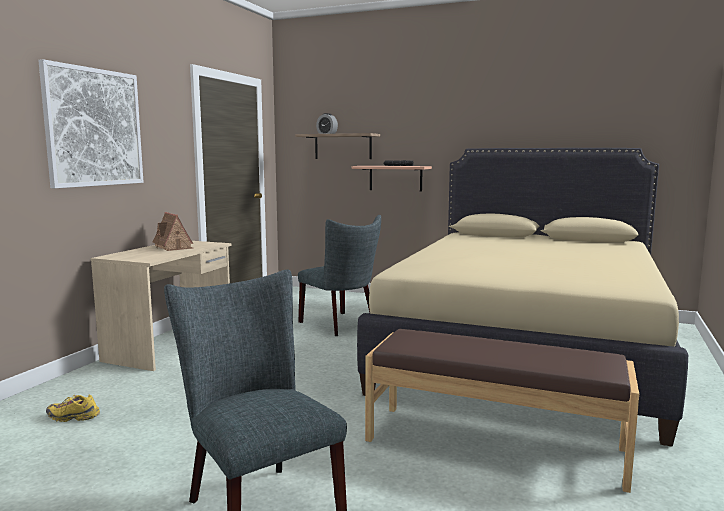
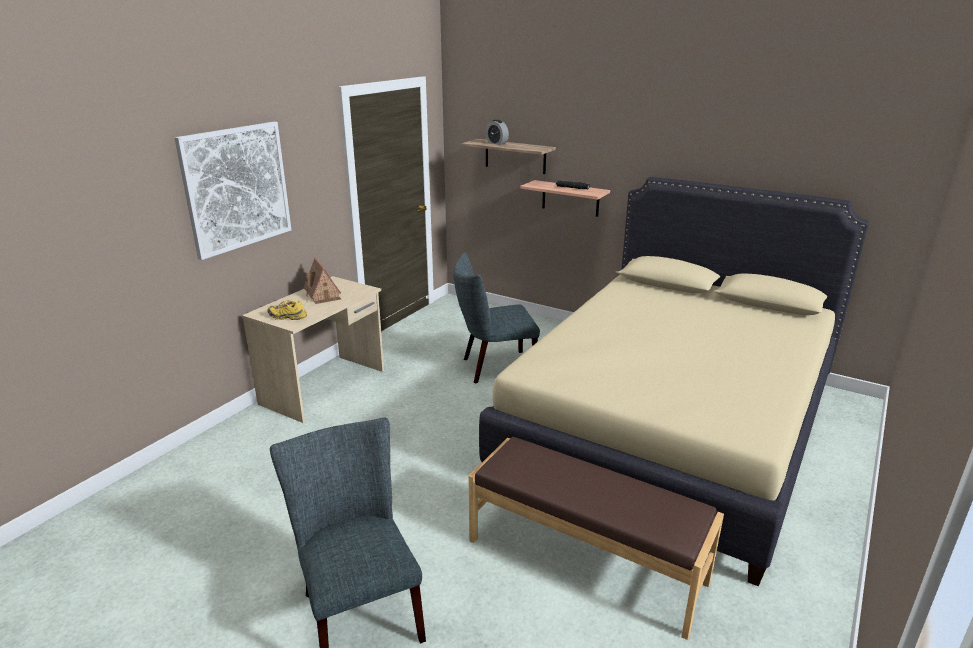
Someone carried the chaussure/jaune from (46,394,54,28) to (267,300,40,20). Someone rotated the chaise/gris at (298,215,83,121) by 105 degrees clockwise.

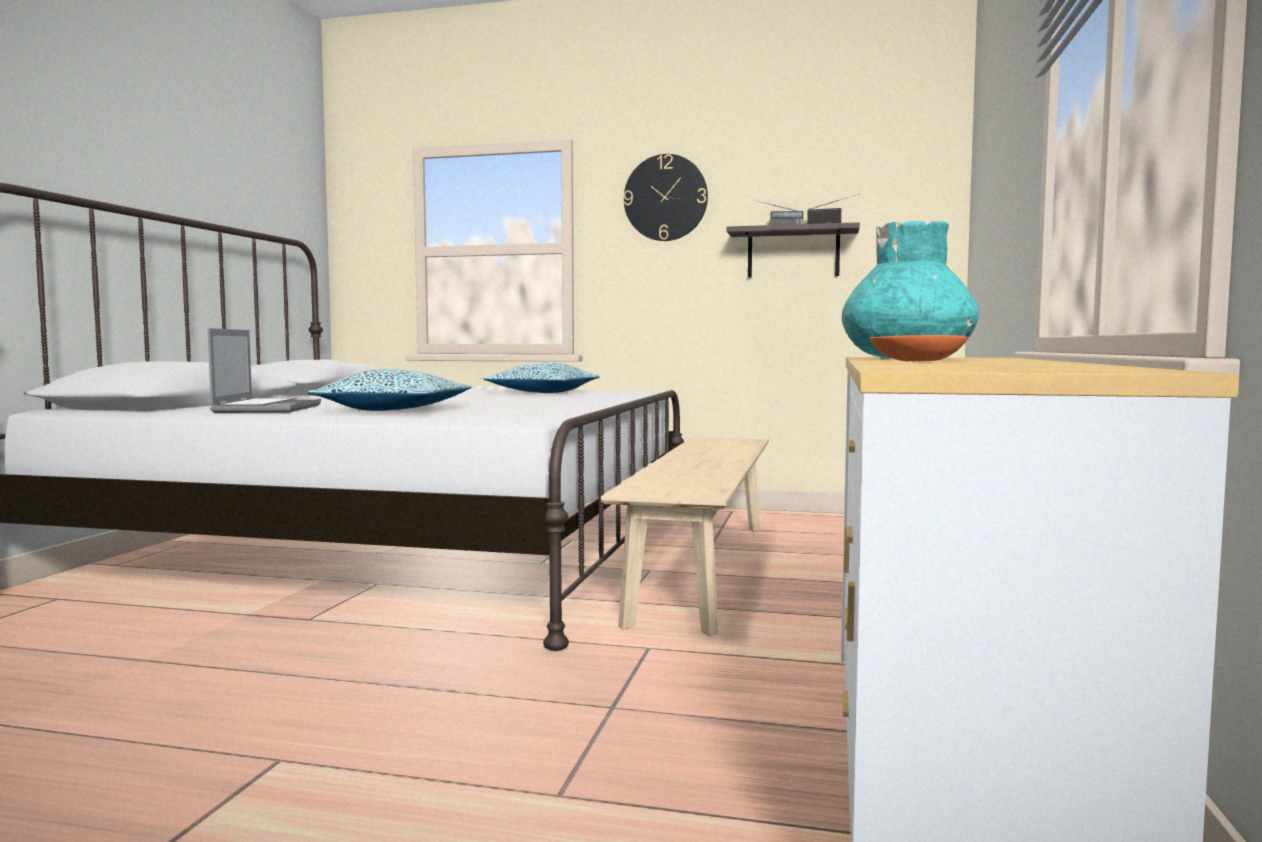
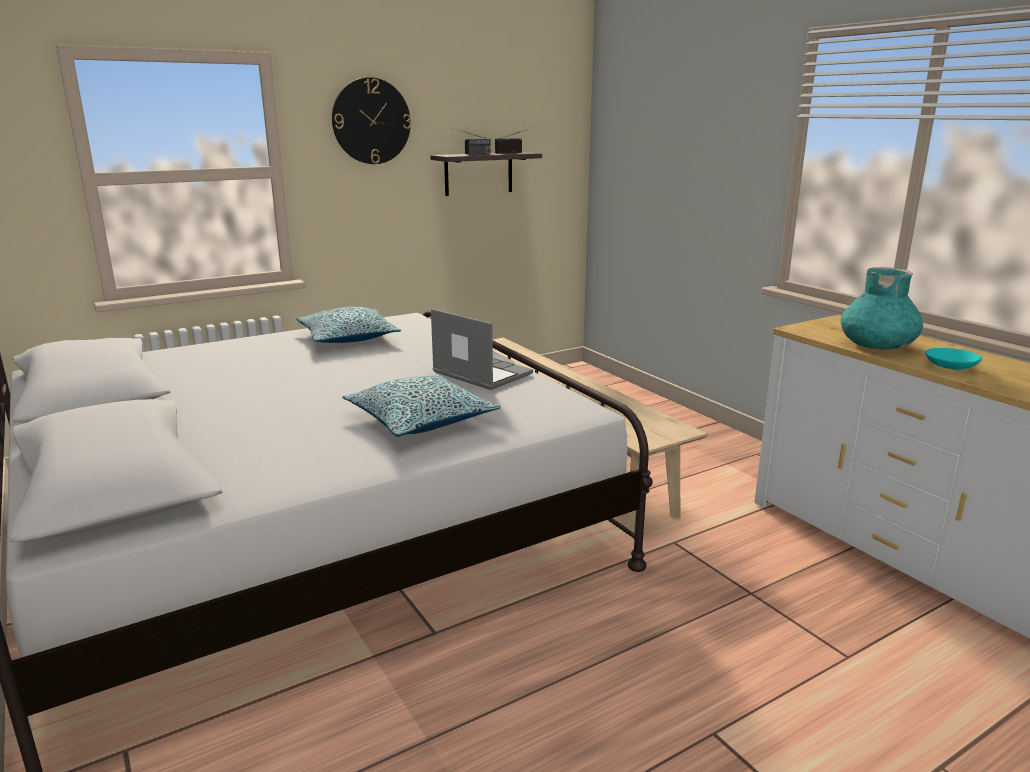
Someone carried the ordinateur portable from (207,328,114,85) to (431,309,102,81). Someone repainted the bol/orange at (870,335,98,26), which became the bol/turquoise at (925,348,57,22).

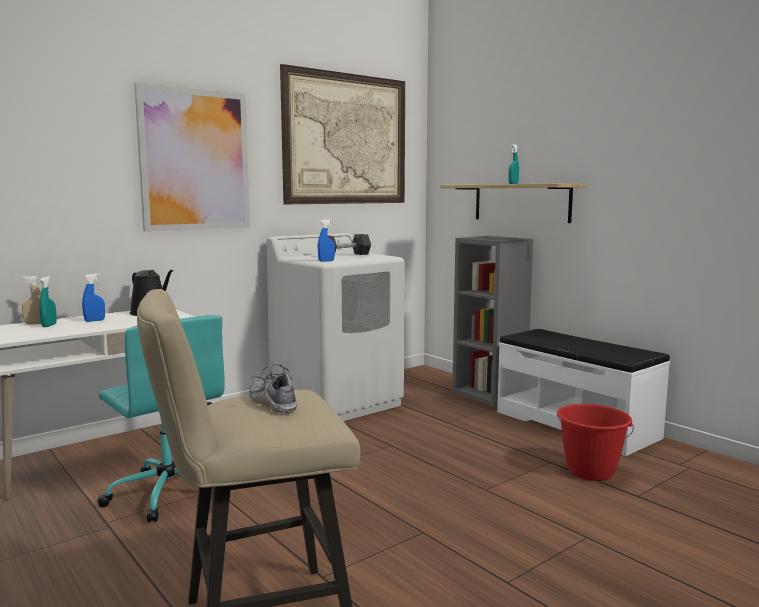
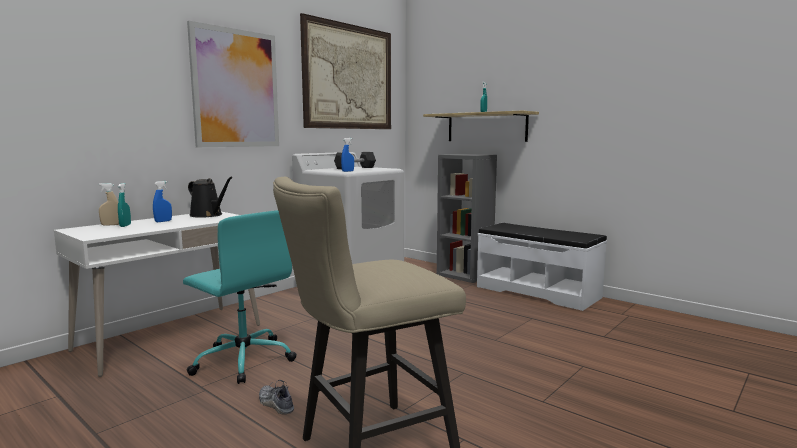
Someone carried the chaussure from (249,364,48,49) to (259,380,35,35). Someone took away the seau/rouge at (557,404,77,77).

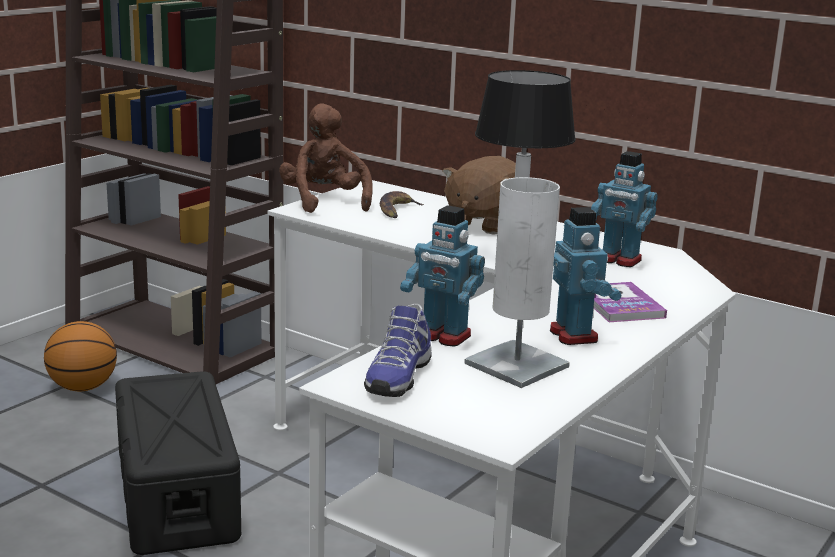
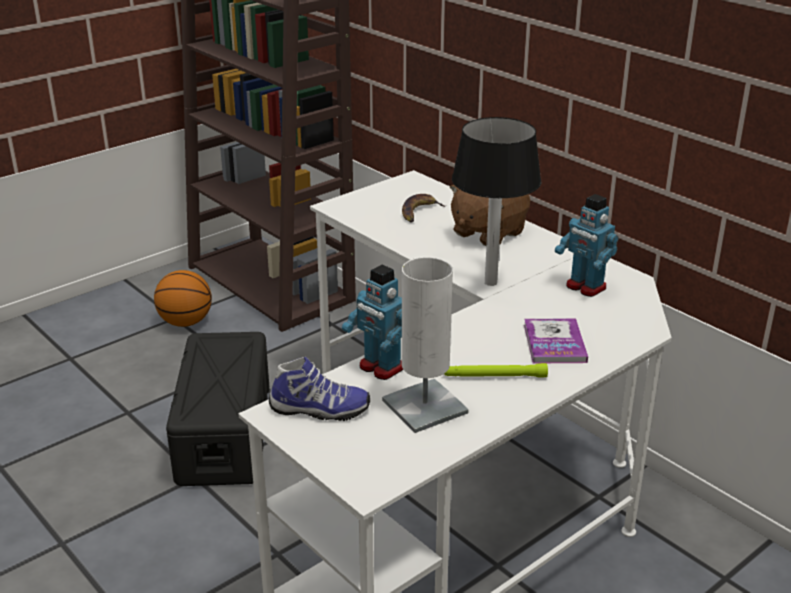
Someone took away the peluche/marron at (279,103,94,110). Someone rotated the chaussure at (364,304,68,93) by 120 degrees counterclockwise. Someone swapped the robot jouet at (550,207,71,138) for the lampe de poche/vert at (444,363,104,14).

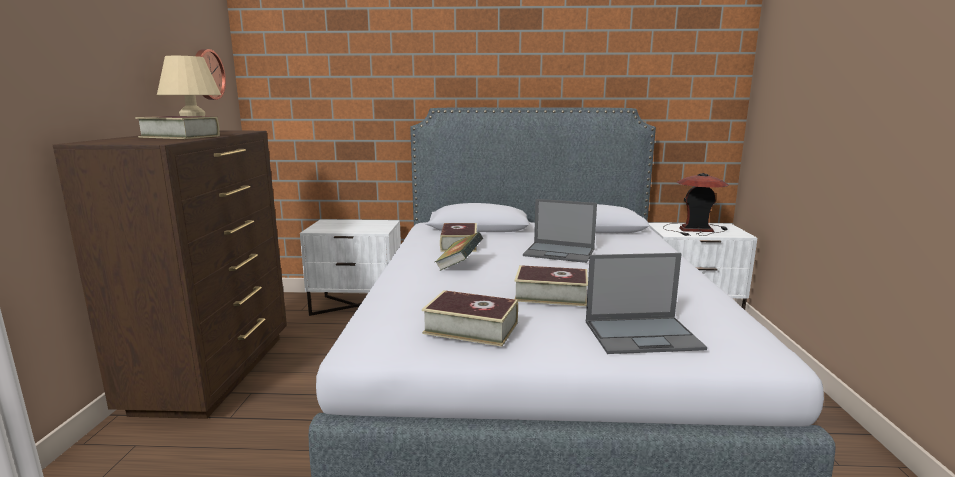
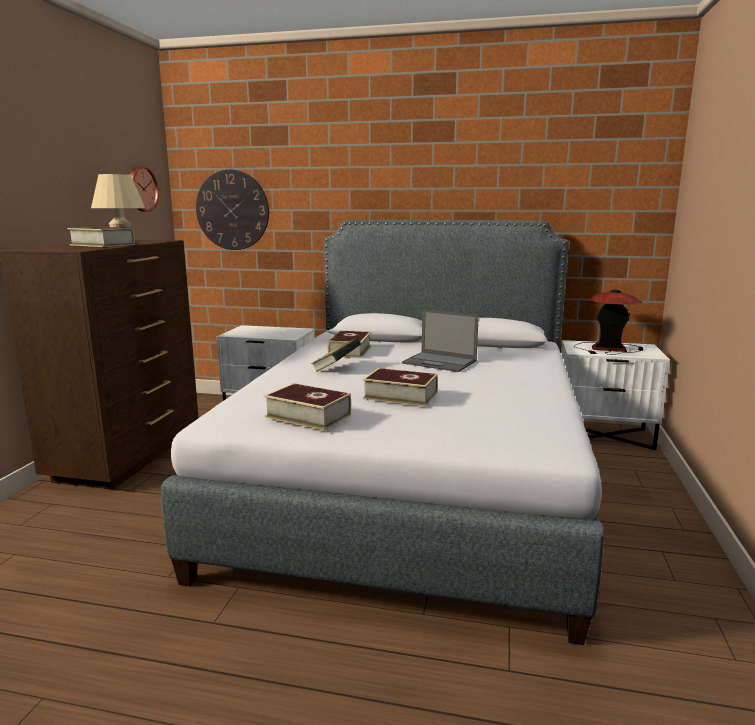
Someone took away the ordinateur portable at (586,253,121,101). Someone put up the horloge murale at (196,170,73,80).

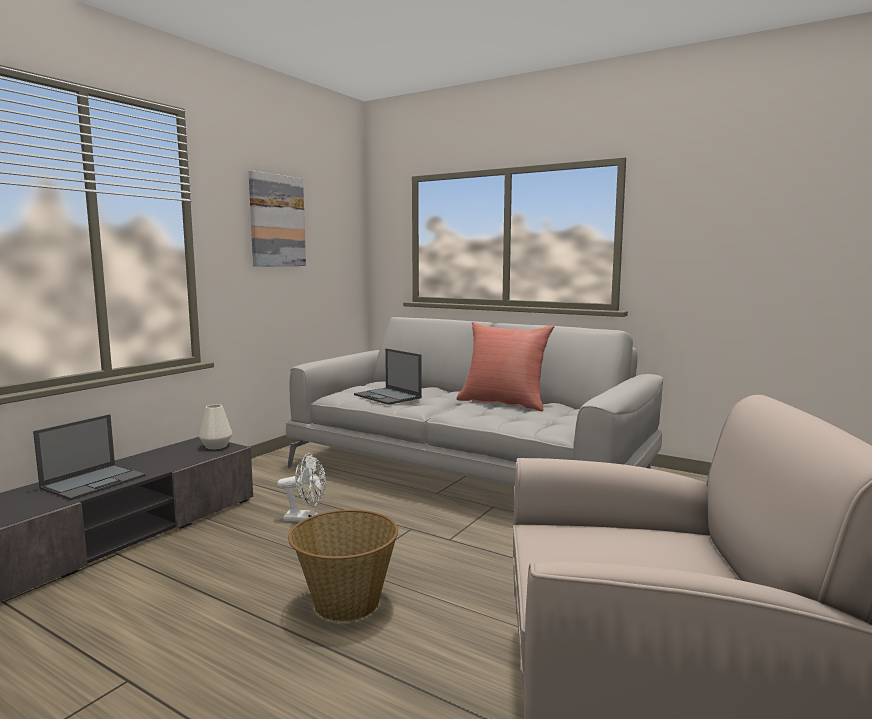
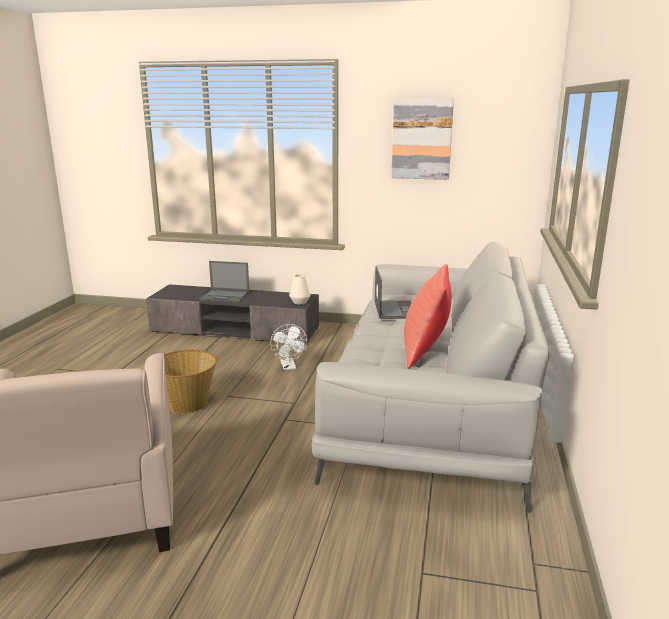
Someone rotated the ordinateur portable at (354,348,68,57) by 150 degrees clockwise.

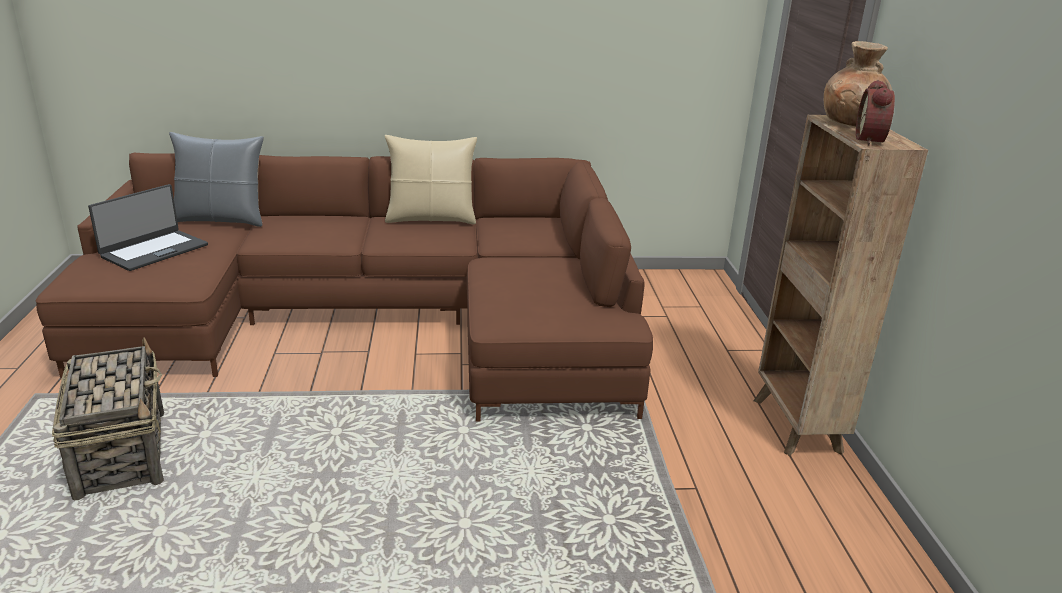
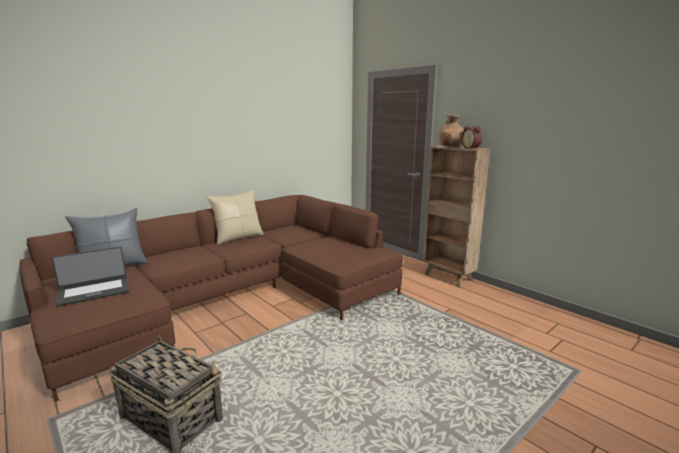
Someone rotated the ordinateur portable at (88,184,120,87) by 60 degrees clockwise.

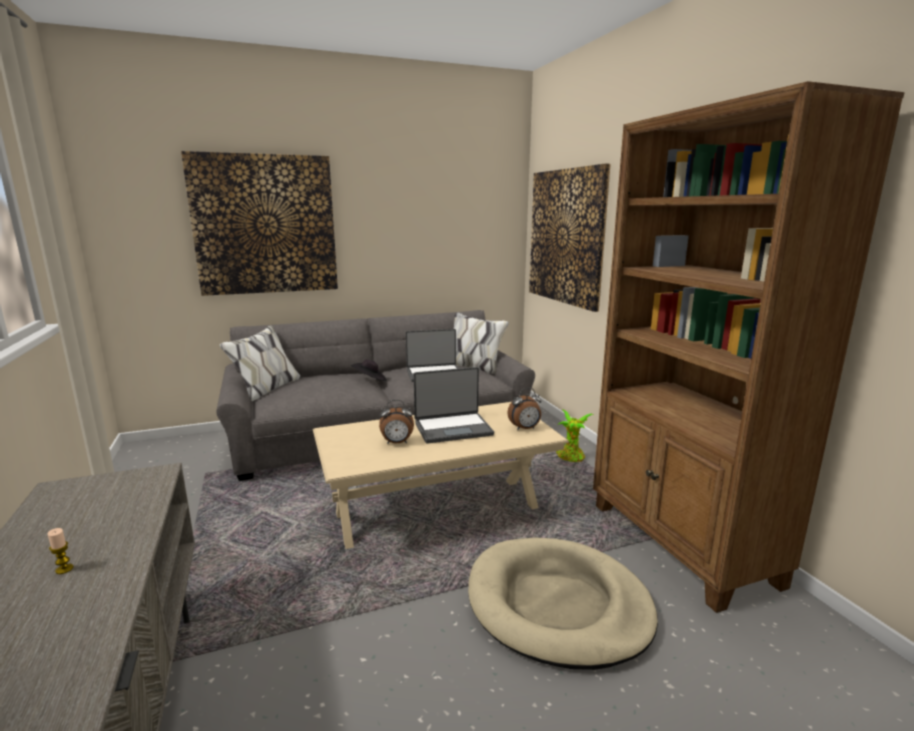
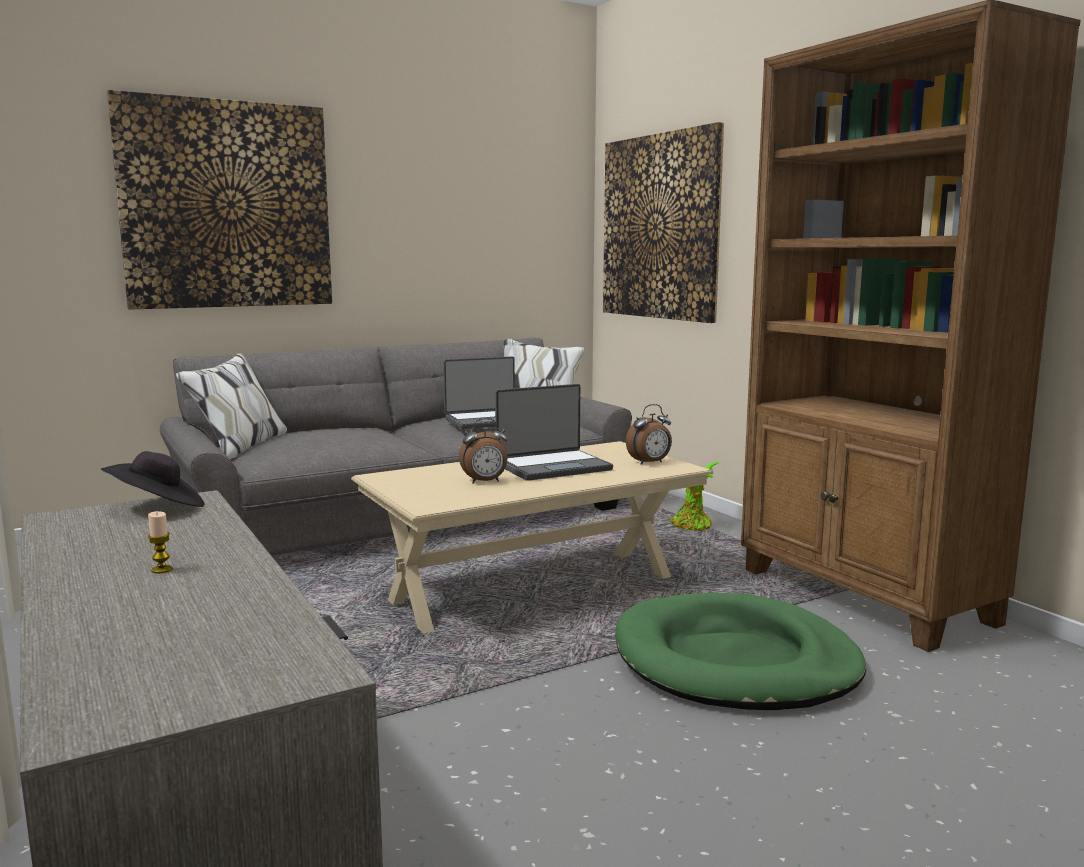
Someone carried the chapeau/noir from (351,360,35,21) to (101,451,103,56). Someone repainted the panier pour chien/beige at (468,538,190,132), which became the panier pour chien/vert at (615,593,251,117).

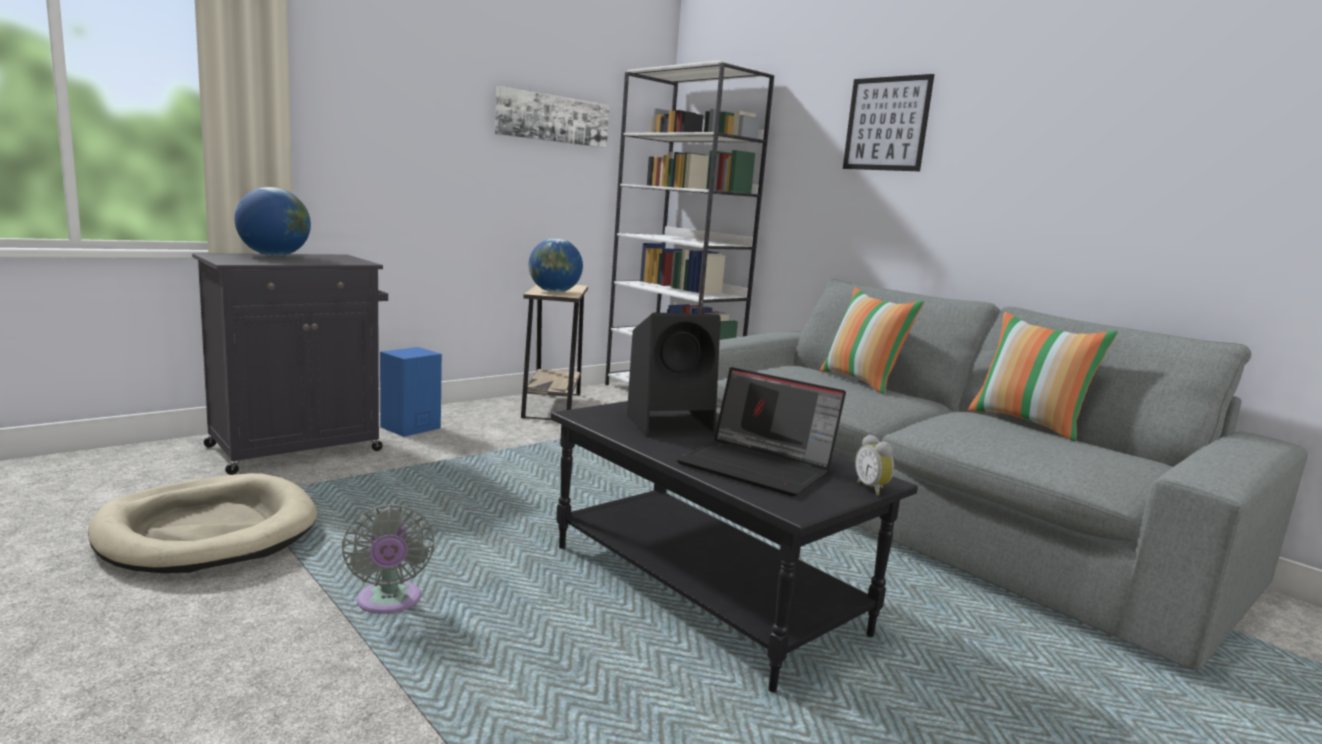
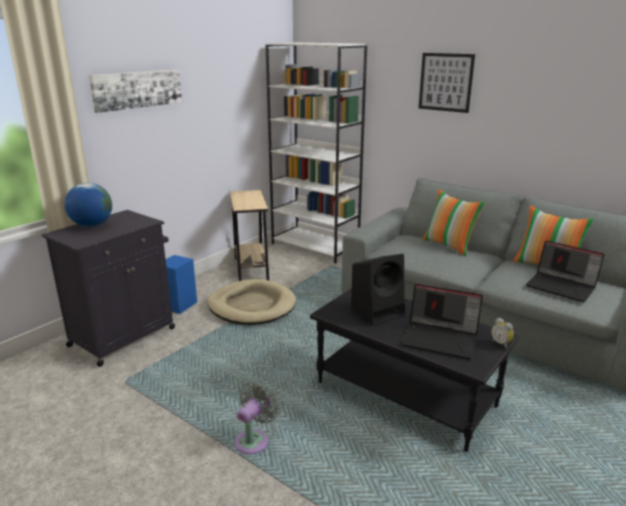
Someone carried the panier pour chien/beige from (88,473,229,100) to (207,279,89,46). Someone rotated the ventilateur/gris at (341,504,94,110) by 120 degrees counterclockwise. Someone carried the tableau from (495,86,114,62) to (89,69,93,44). Someone took away the globe at (529,238,54,55). Someone put down the ordinateur portable at (525,240,80,62).

